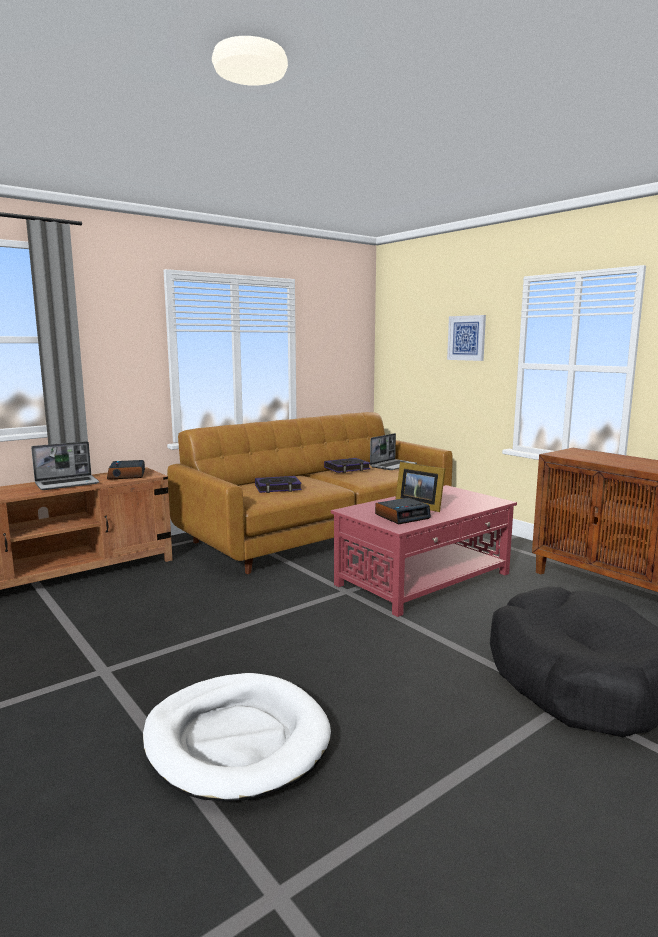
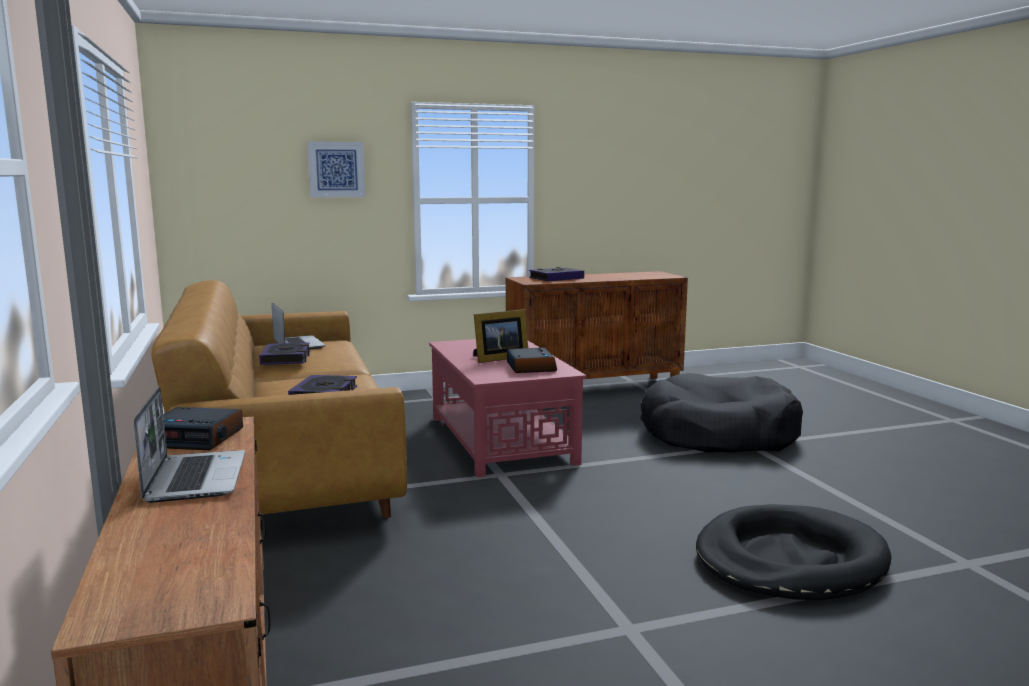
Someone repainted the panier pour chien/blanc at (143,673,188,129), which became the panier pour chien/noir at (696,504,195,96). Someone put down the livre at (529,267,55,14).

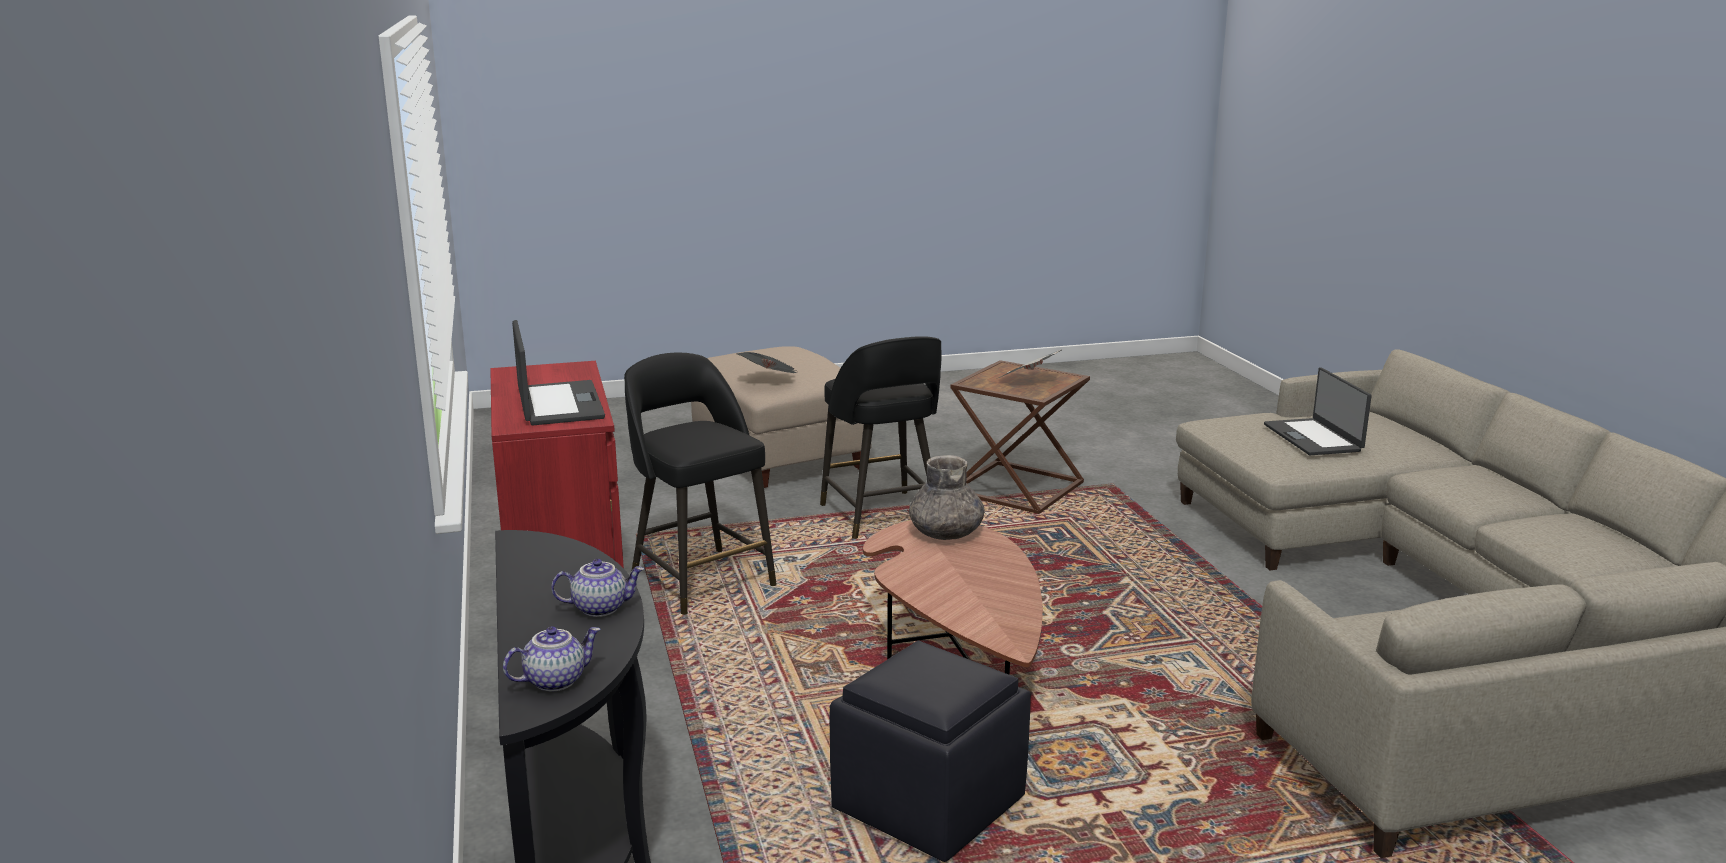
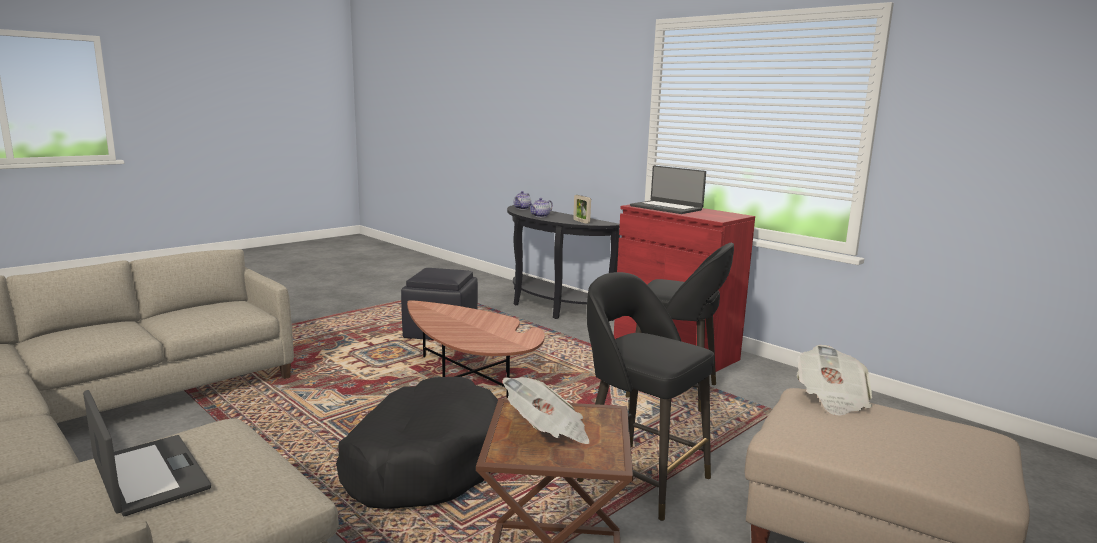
Someone took away the vase/gris at (909,455,76,85). Someone put down the panier pour chien/noir at (336,377,162,132). Someone put down the cadre photo at (573,195,18,29).

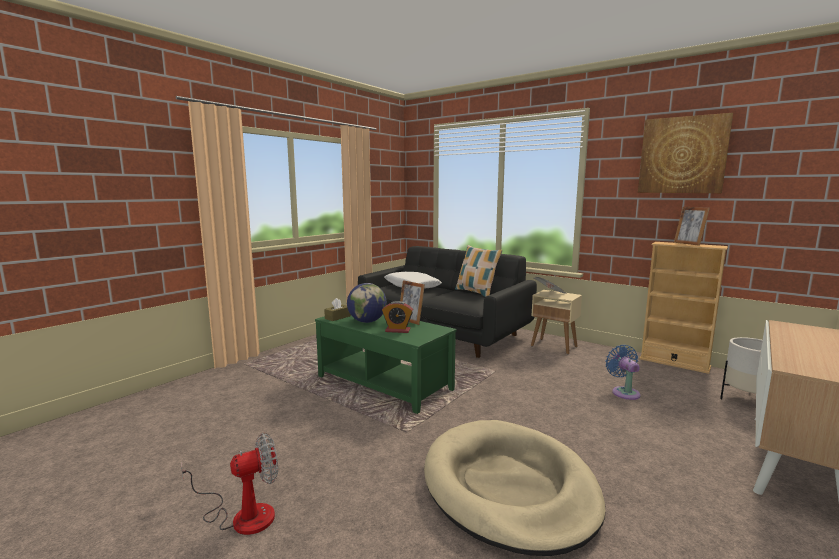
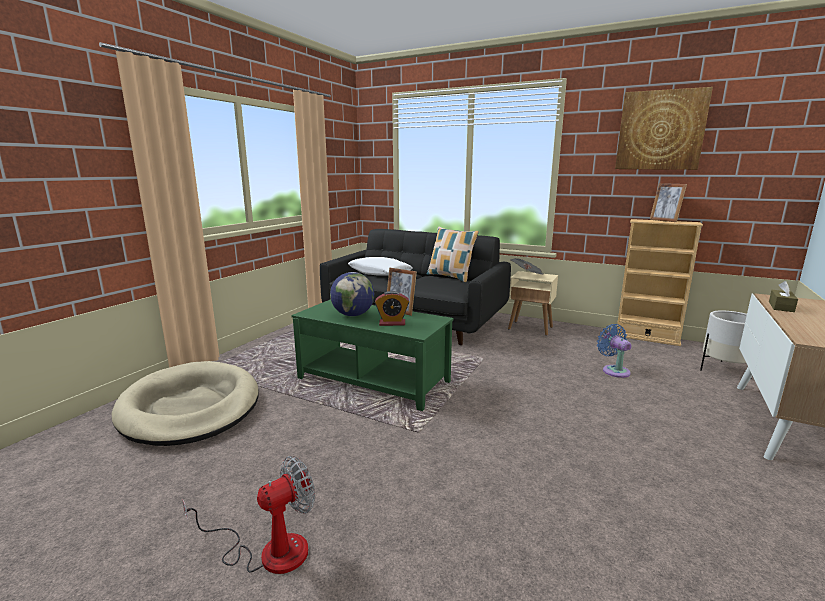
Someone carried the boîte à mouchoirs/marron from (324,298,27,23) to (769,281,29,31). Someone carried the panier pour chien/beige from (424,420,181,136) to (112,361,147,85).

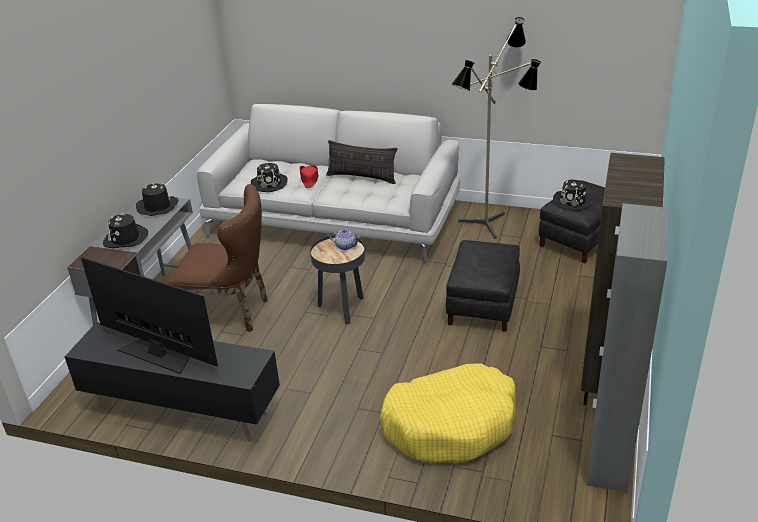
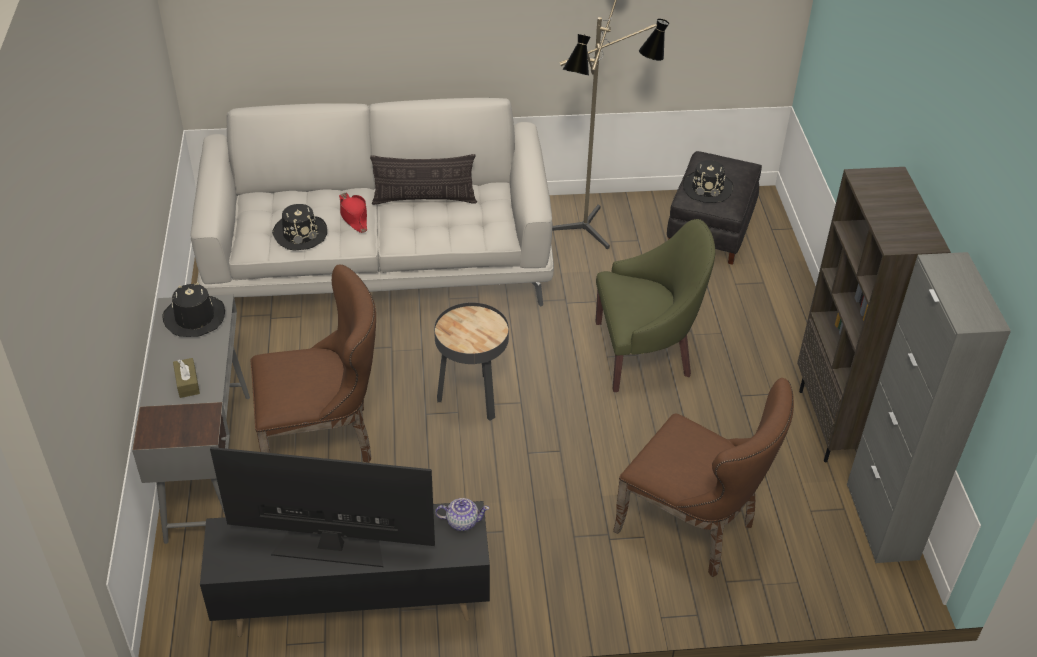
Someone swapped the chapeau/noir at (103,213,45,35) for the boîte à mouchoirs/marron at (173,358,27,40). Someone carried the théière from (329,229,31,21) to (435,498,54,33). Someone swapped the panier pour chien/jaune at (380,364,136,100) for the chaise/marron at (613,378,181,199). Someone swapped the pouf/noir at (446,240,74,92) for the fauteuil/vert at (595,219,120,173).

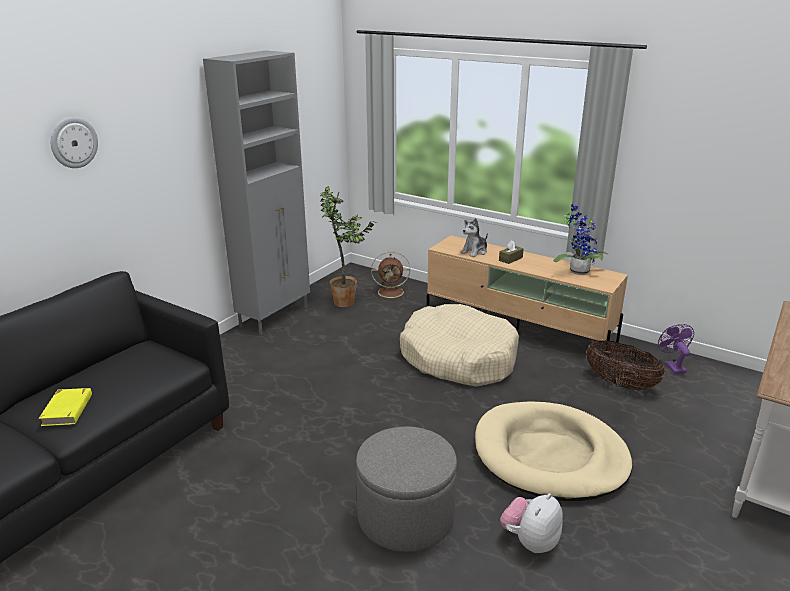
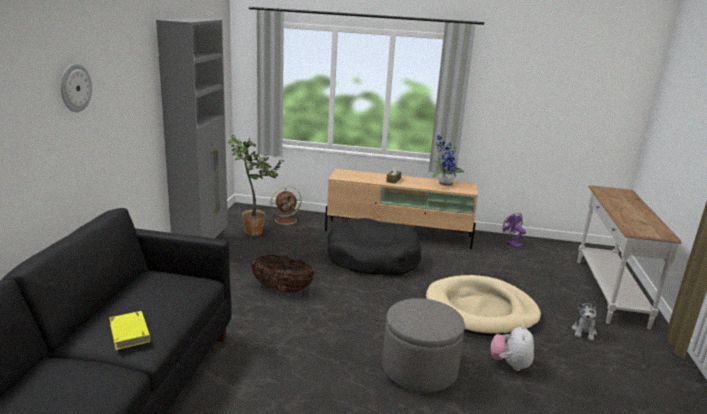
Someone repainted the panier pour chien/beige at (400,304,119,83), which became the panier pour chien/noir at (327,218,94,58). Someone carried the peluche from (460,218,28,39) to (572,301,25,40). Someone carried the panier from (586,340,79,50) to (251,255,63,37).

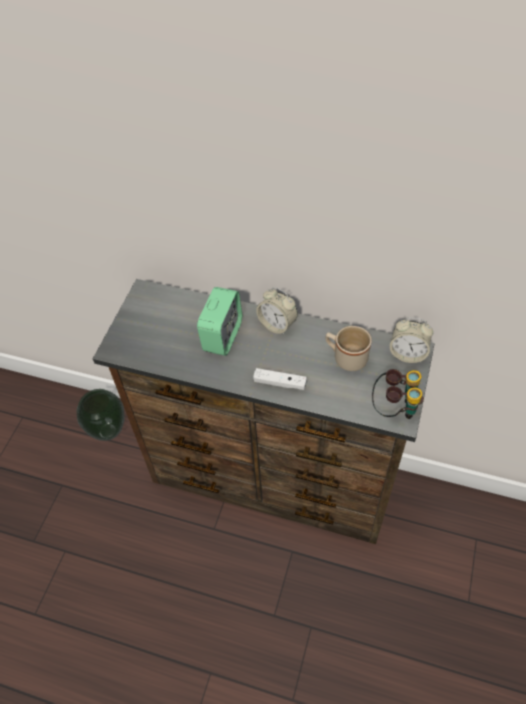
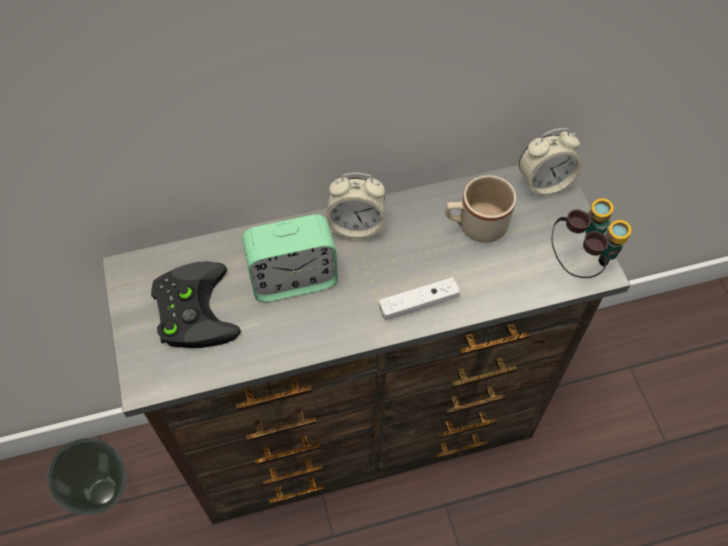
Someone rotated the réveil at (197,287,45,69) by 90 degrees clockwise. Someone put down the manette/noir at (151,261,90,87).

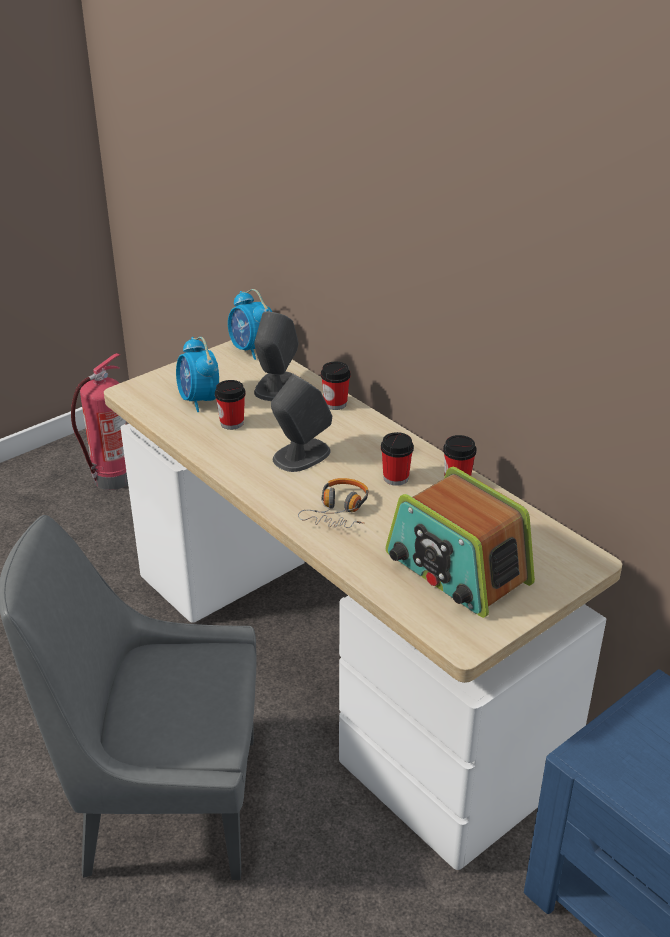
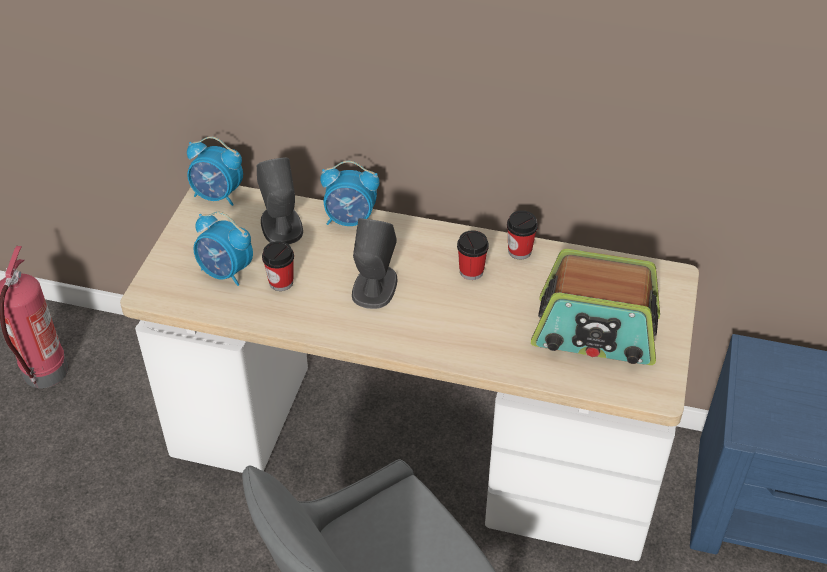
Someone took away the casque audio at (298,478,71,50). Someone swapped the tasse at (321,362,30,48) for the réveil at (320,161,60,65).

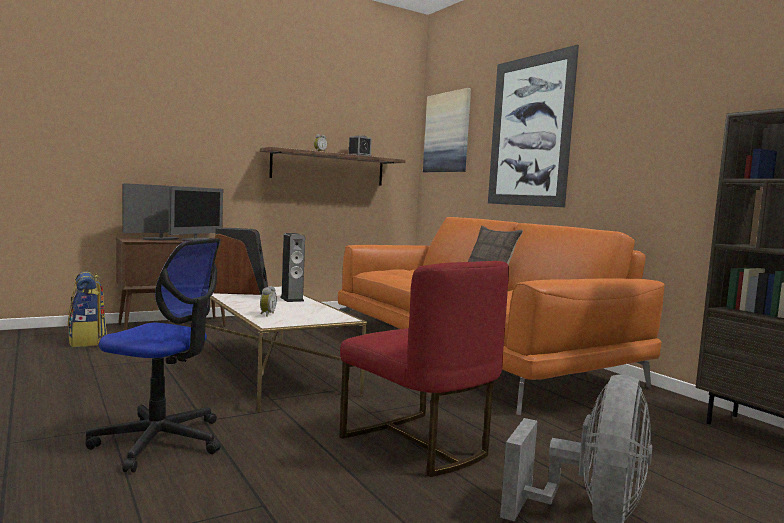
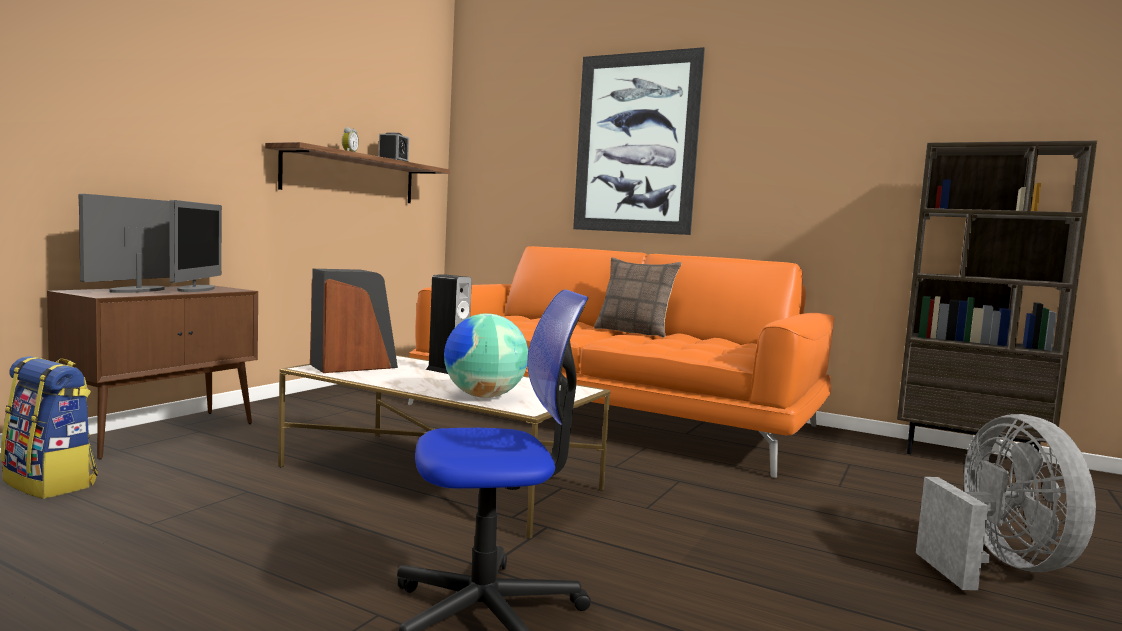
Someone swapped the réveil at (260,286,17,31) for the globe at (444,314,84,84). Someone took away the chaise/rouge at (339,261,170,216). Someone took away the tableau at (423,88,48,84).

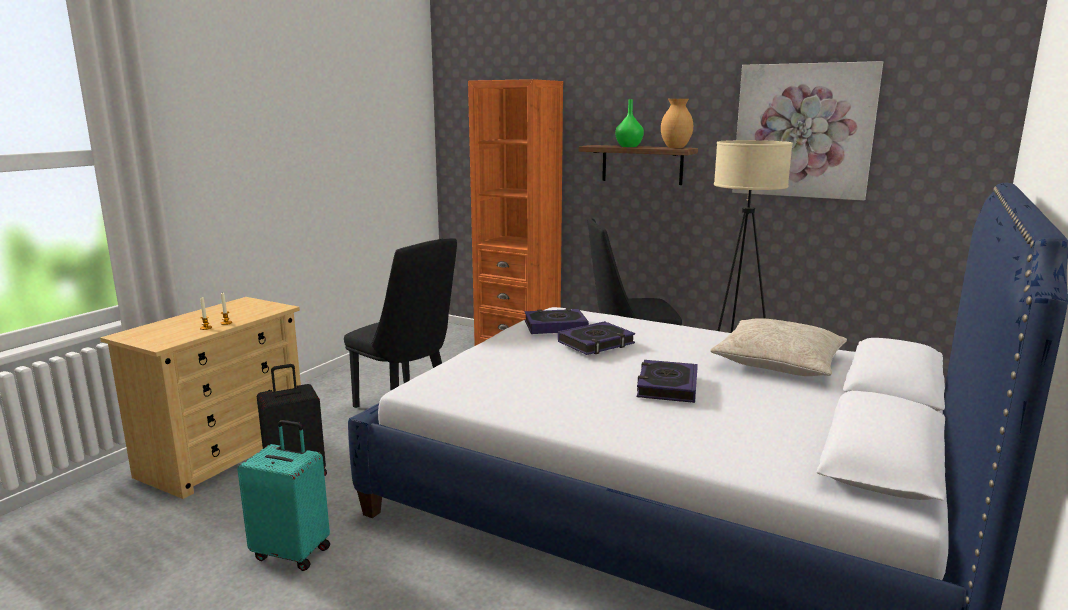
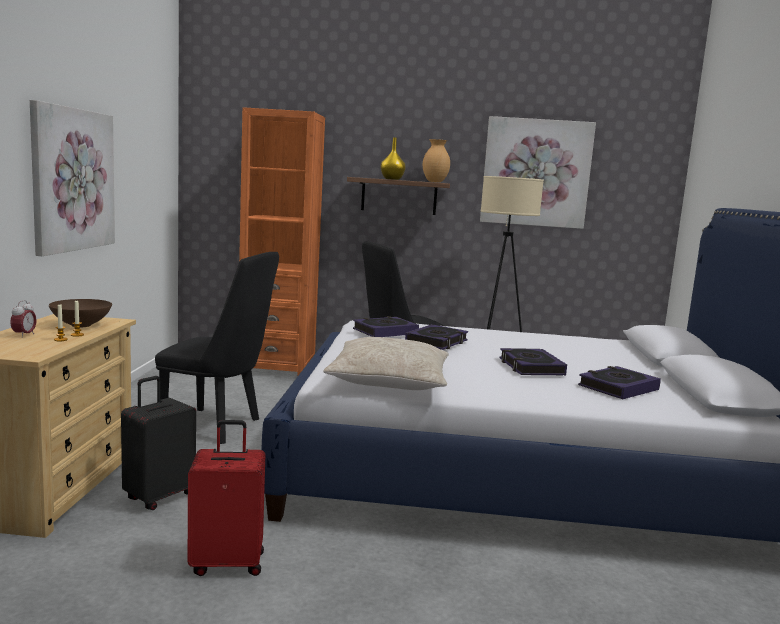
Someone repainted the valise/turquoise at (237,420,93,151), which became the valise/rouge at (188,420,77,156). Someone repainted the vase/vert at (615,99,29,48), which became the vase/jaune at (381,137,25,43). Someone carried the coussin/beige from (710,318,137,58) to (323,337,126,53). Someone put down the réveil at (10,300,27,38). Someone put up the tableau at (30,100,85,156). Someone put down the bol/marron at (49,299,63,28). Someone put down the livre at (578,366,83,33).

